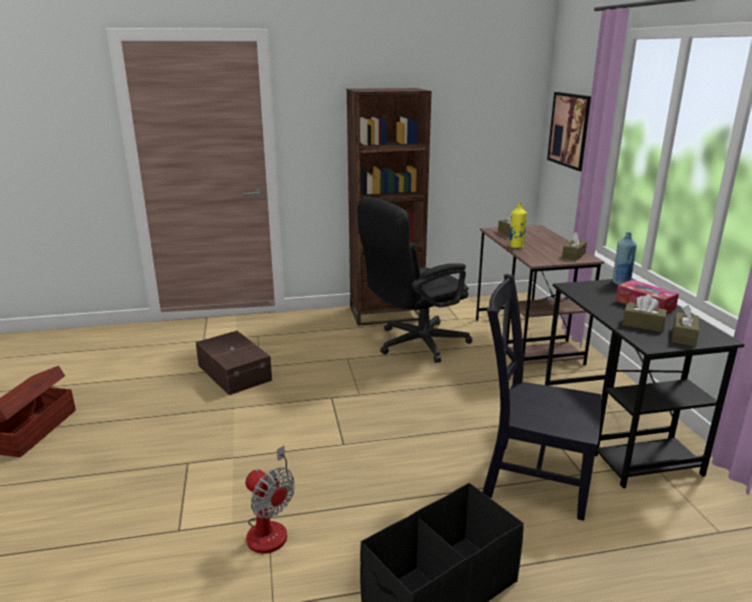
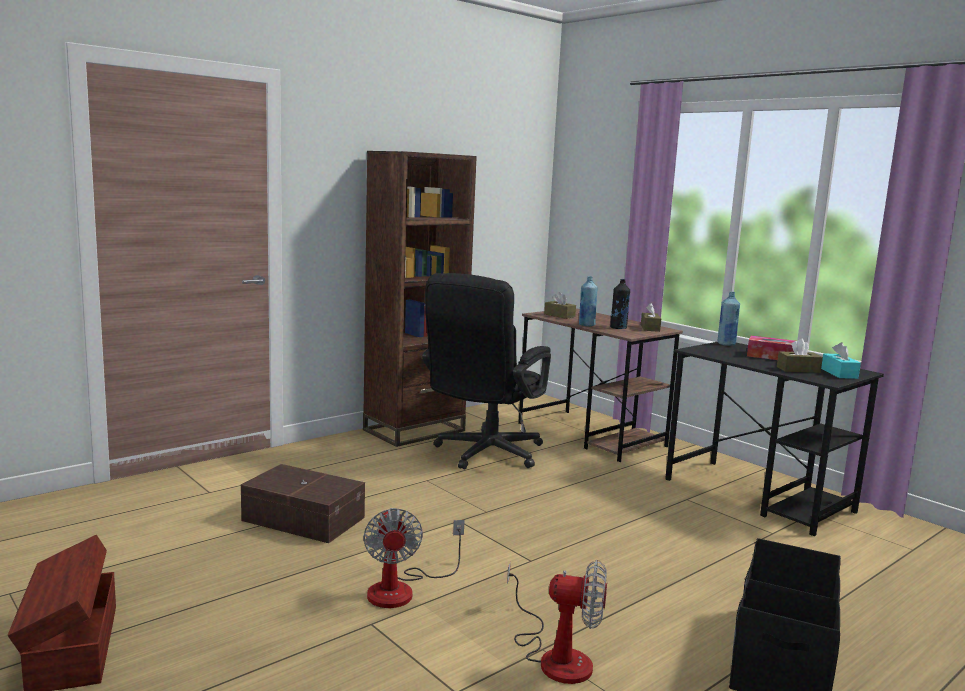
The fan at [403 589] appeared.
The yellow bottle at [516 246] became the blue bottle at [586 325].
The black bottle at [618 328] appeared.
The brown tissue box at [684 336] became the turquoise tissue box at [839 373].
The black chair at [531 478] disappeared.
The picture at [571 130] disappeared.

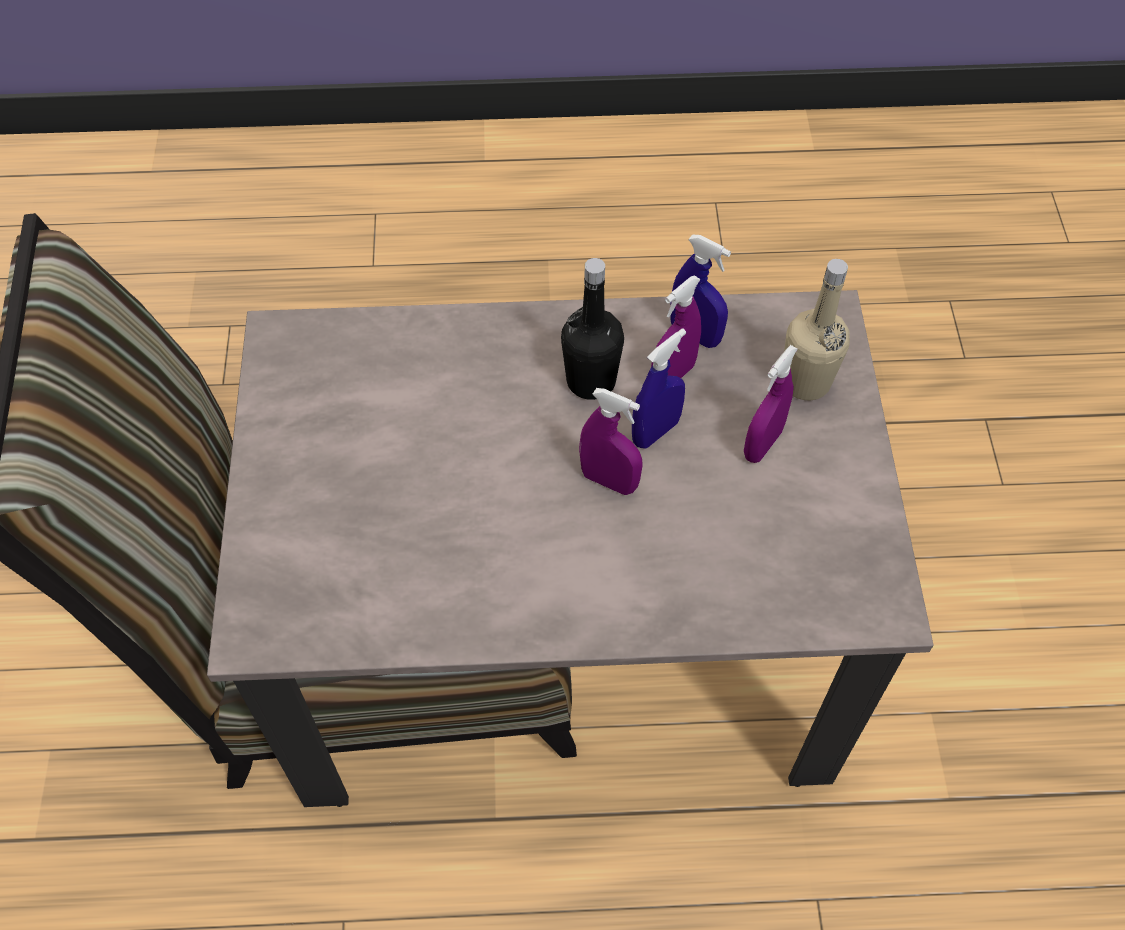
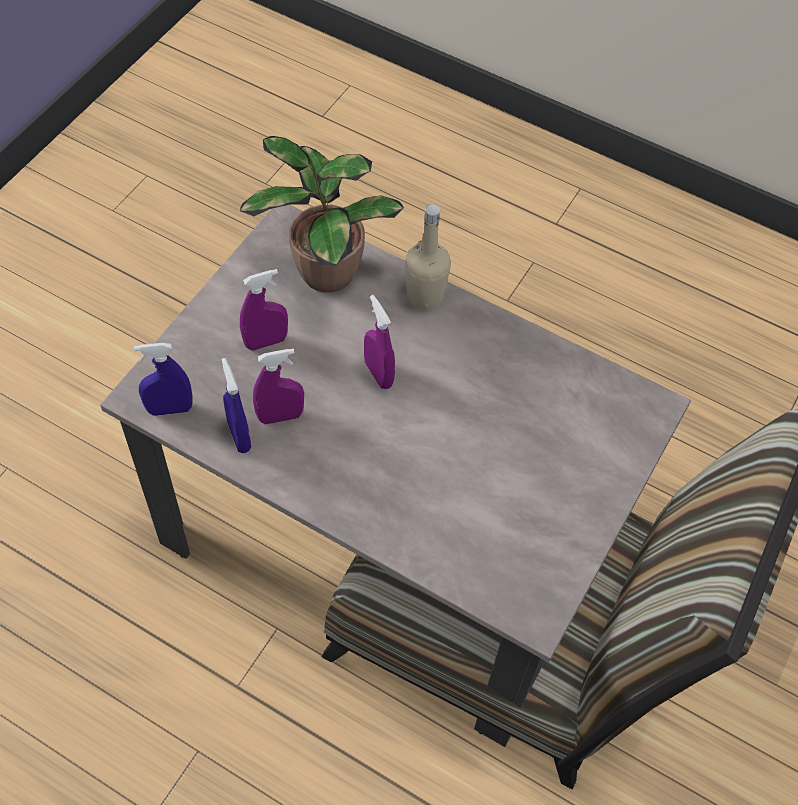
The blue spray bottle moved from [655 432] to [170 409].
The potted plant at [323 271] appeared.
The beige bottle moved from [805 381] to [424 296].
The black bottle at [591 381] disappeared.

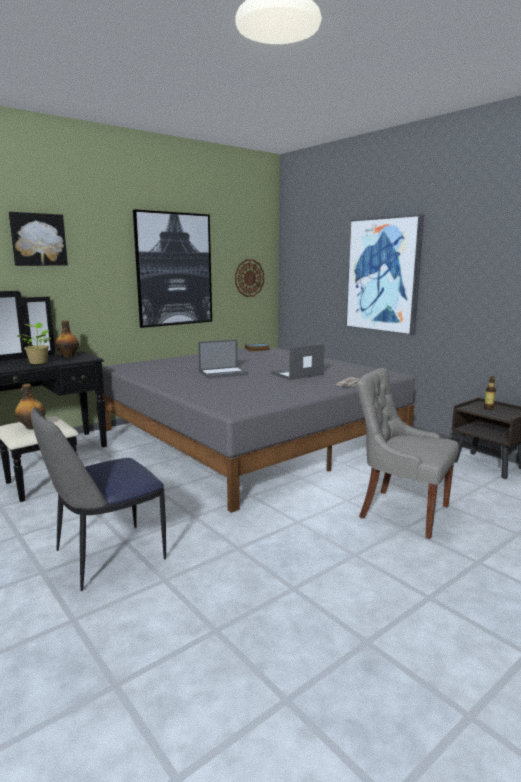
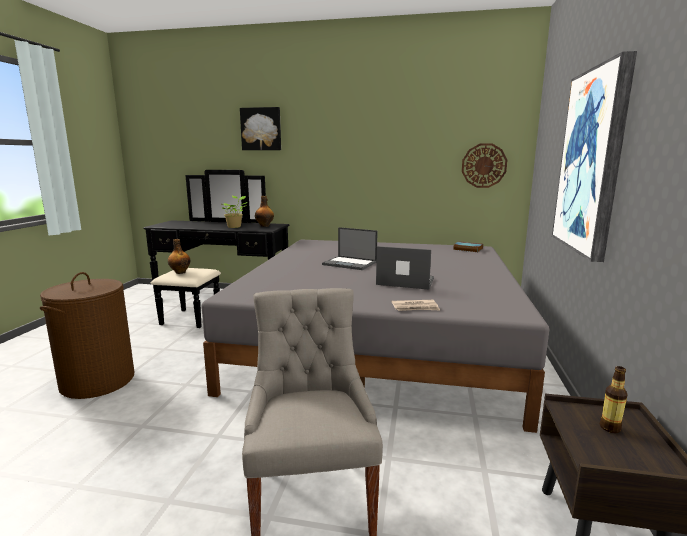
The chair at [106 556] was replaced by the brown laundry basket at [97 381].
The picture at [174 269] disappeared.

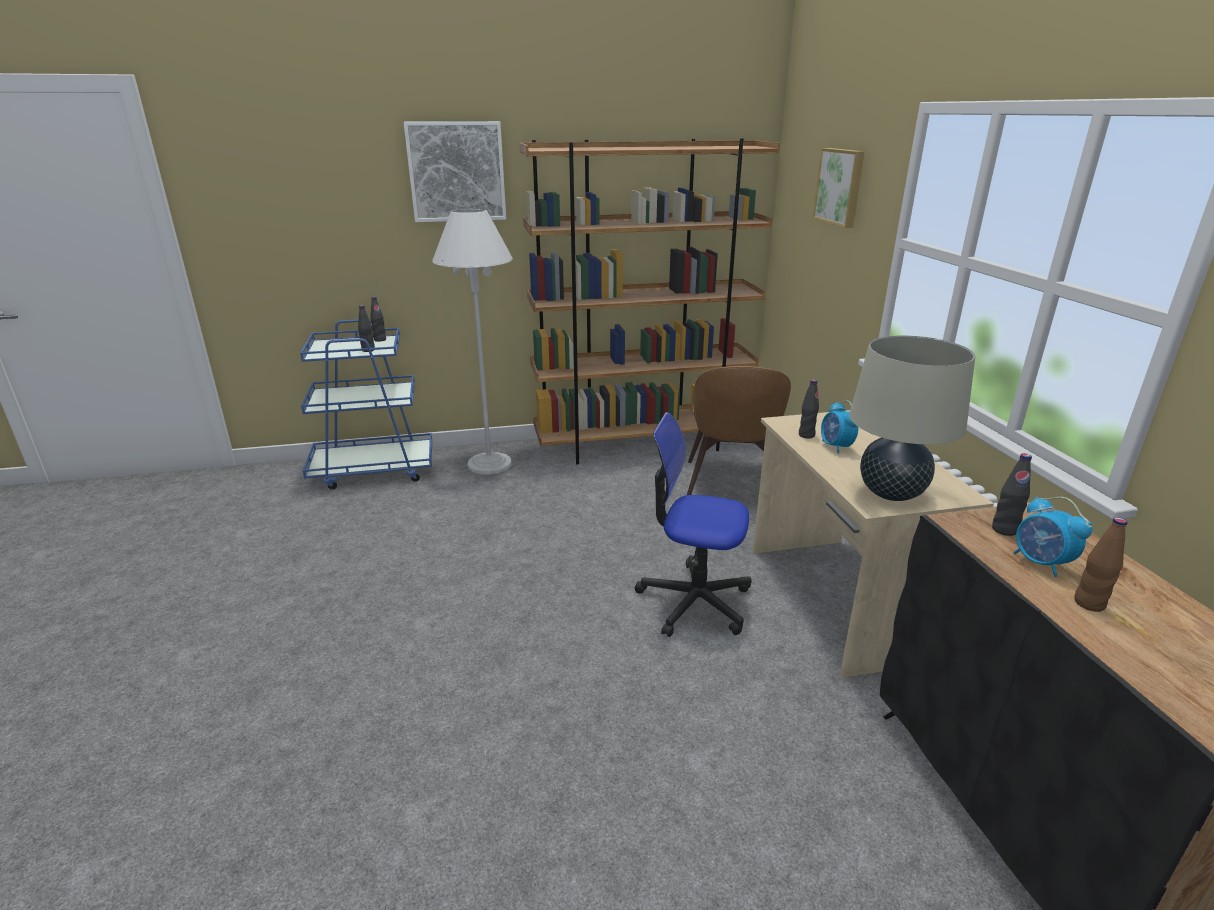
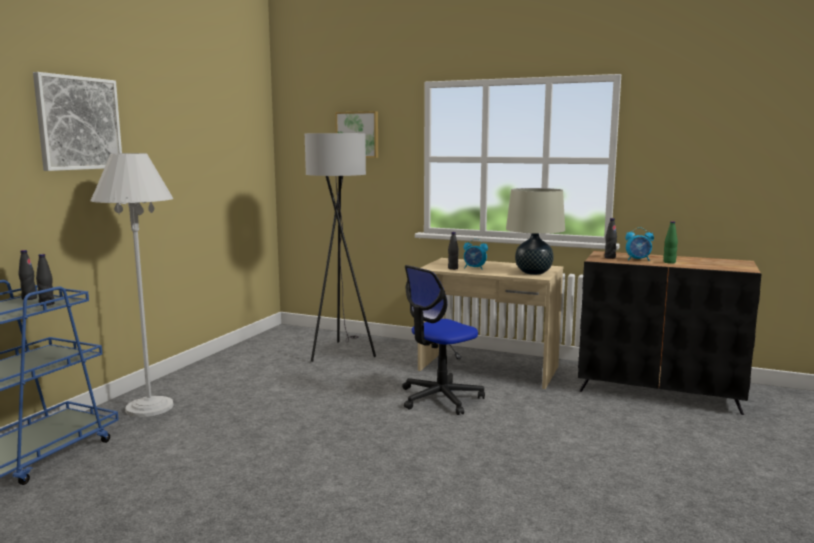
The brown chair at [731 483] was replaced by the grey floor lamp at [340 351].
The brown bottle at [1089 603] became the green bottle at [669 262].
The brown bookcase at [642 444] disappeared.

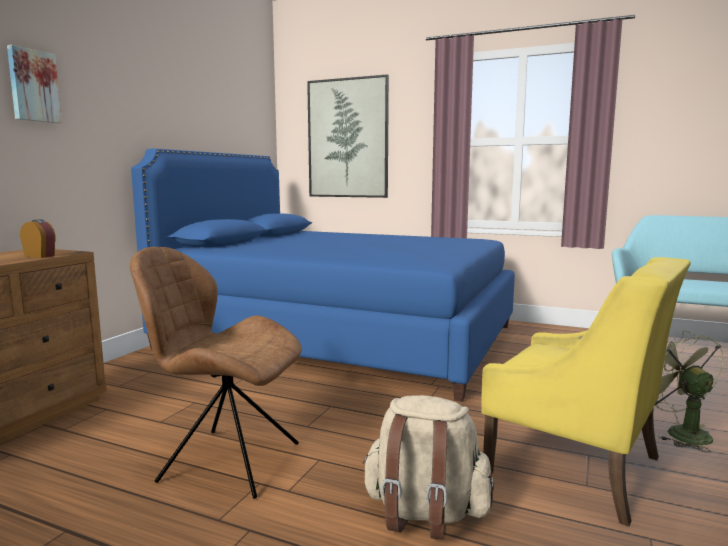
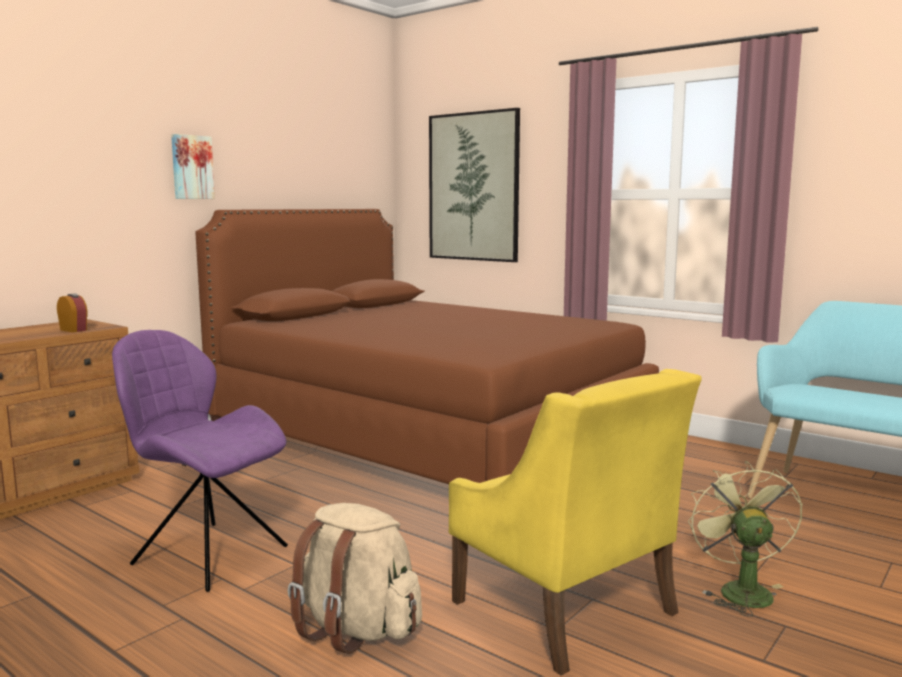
The brown chair at [226 461] became the purple chair at [206 554].
The picture moved from [33 86] to [191 167].
The blue bed at [341 337] became the brown bed at [427 435].

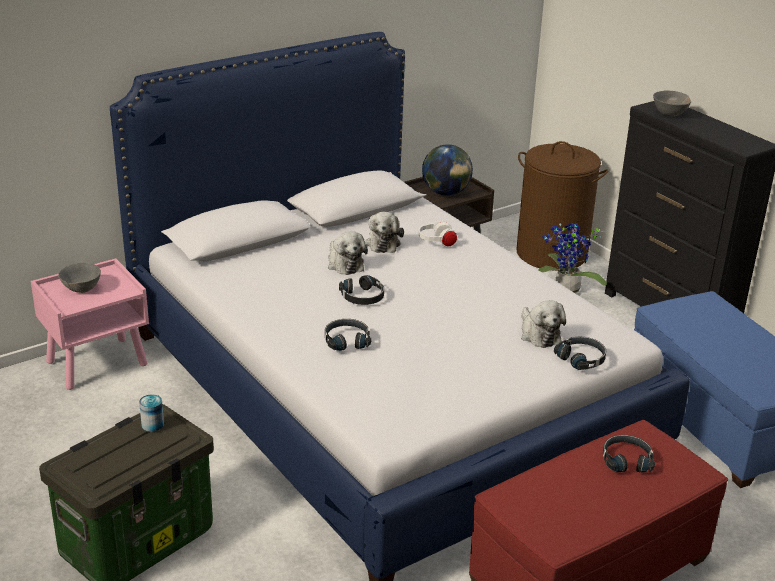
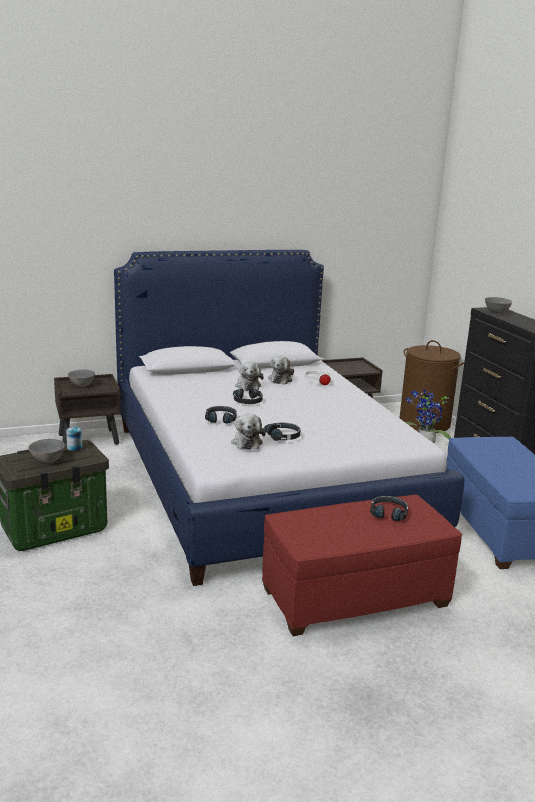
The grey bowl at [47 461] appeared.
The pink nightstand at [98 363] became the brown nightstand at [89 439].
The plush toy moved from [539 334] to [247 442].
The black headphones moved from [581 358] to [283 436].
The globe at [446 193] disappeared.

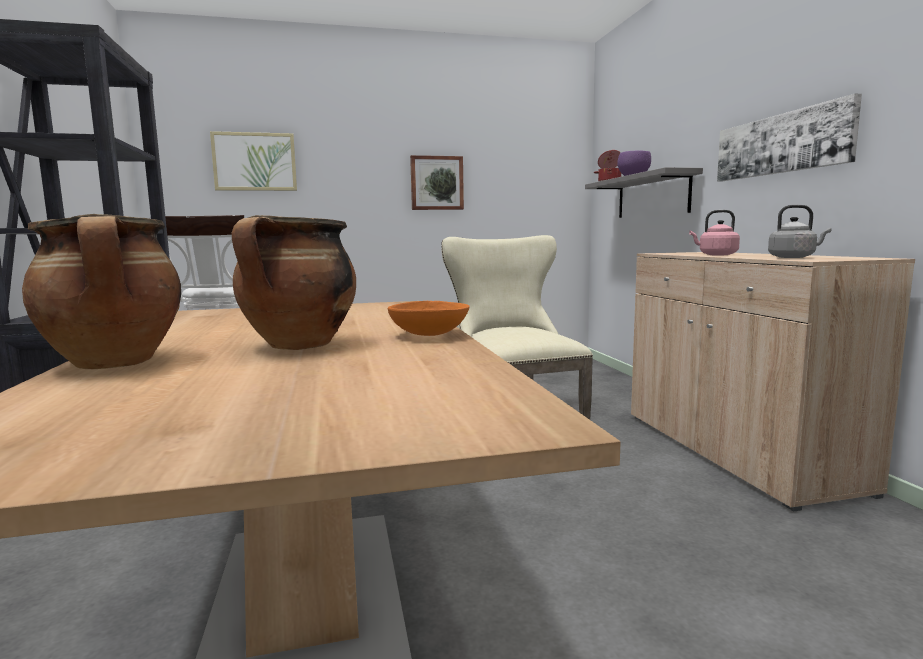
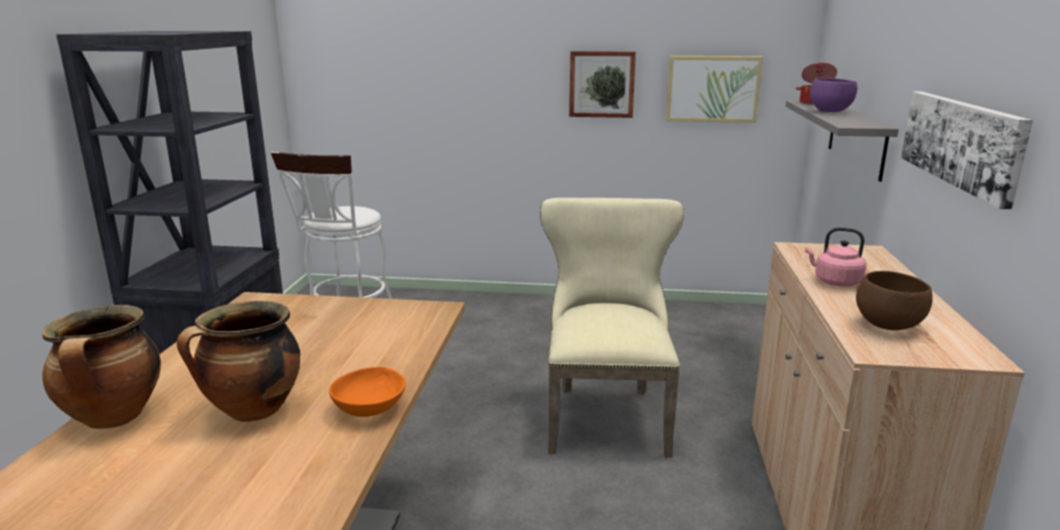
The picture moved from [255 162] to [712 89].
The grey kettle at [794 257] was replaced by the brown bowl at [889 326].

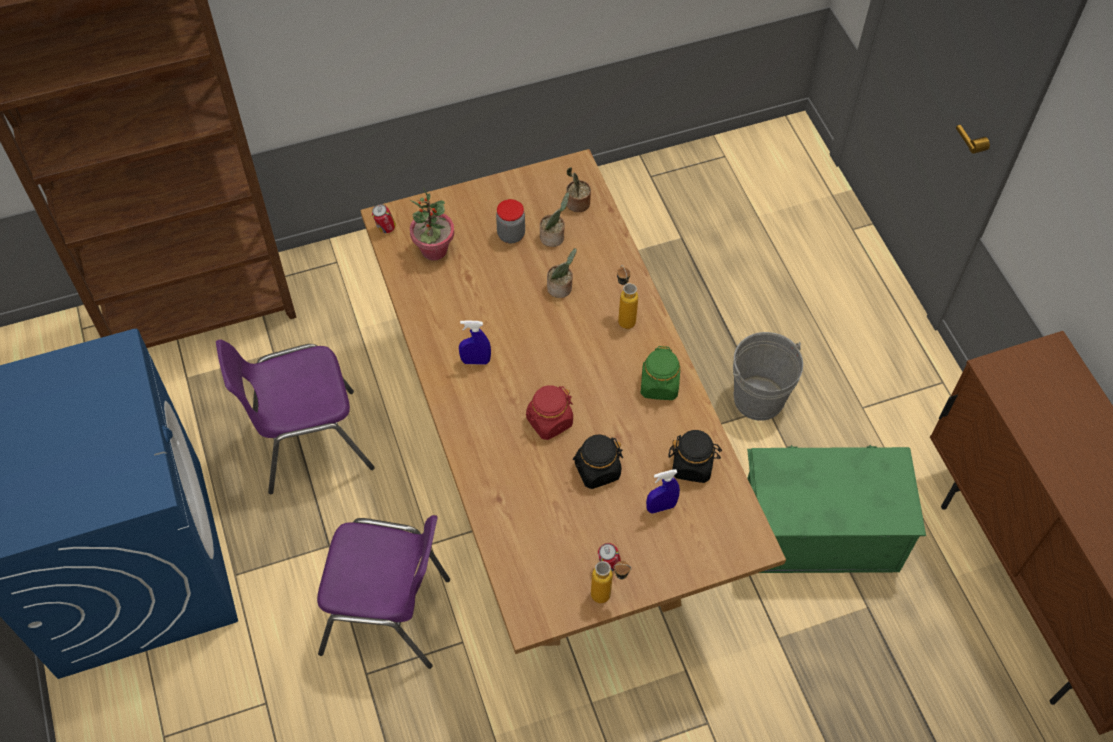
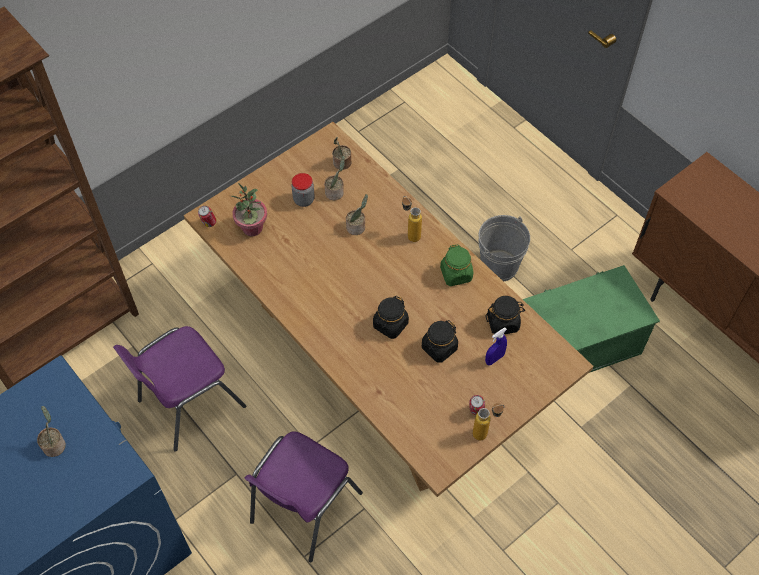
The potted plant at [55 444] appeared.
The purple chair at [389 616] turned 135 degrees clockwise.
The red jar at [549 421] became the black jar at [390 325].
The blue spray bottle at [475 361] disappeared.

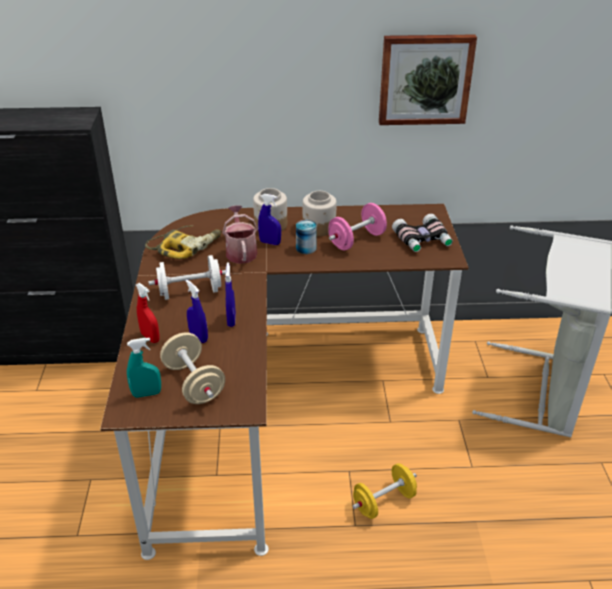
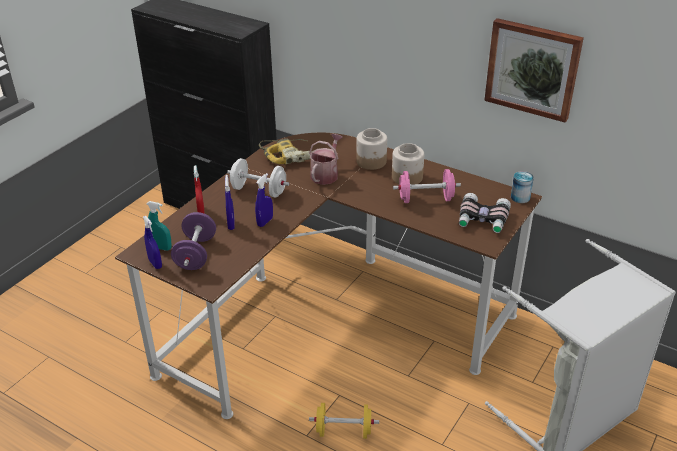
The blue spray bottle moved from [270 242] to [155 264].
The beige dumbbell at [194 383] became the purple dumbbell at [196 254].
The can moved from [306 248] to [520 197].

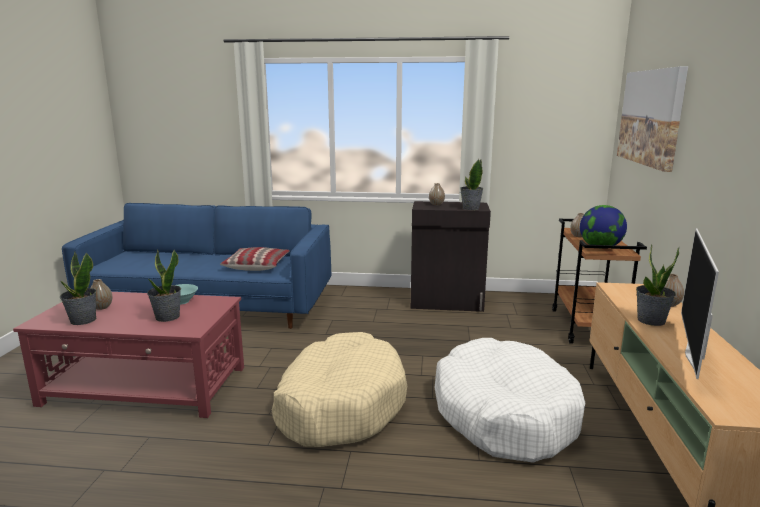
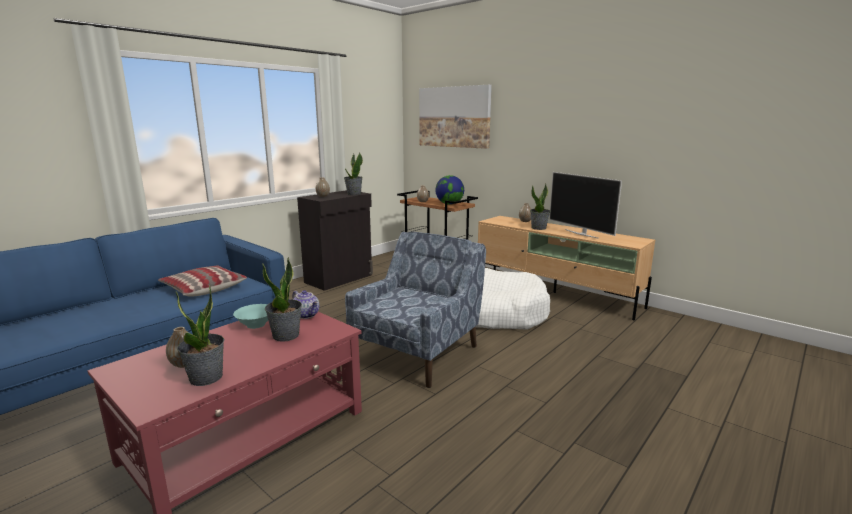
The teapot at [307 315] appeared.
The beige dog bed at [340 404] was replaced by the blue armchair at [418 353].

